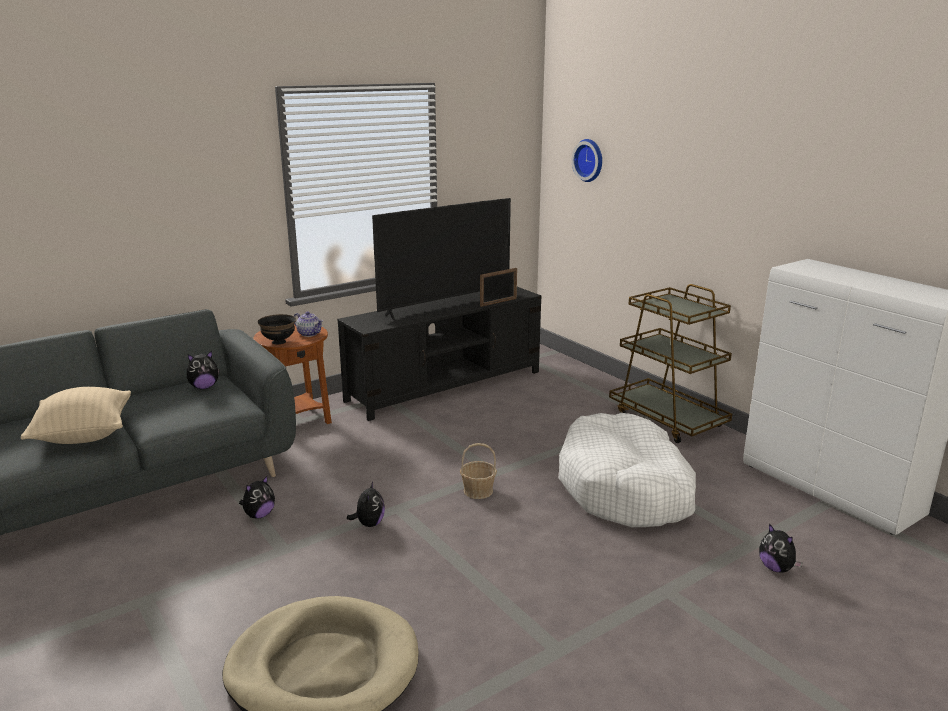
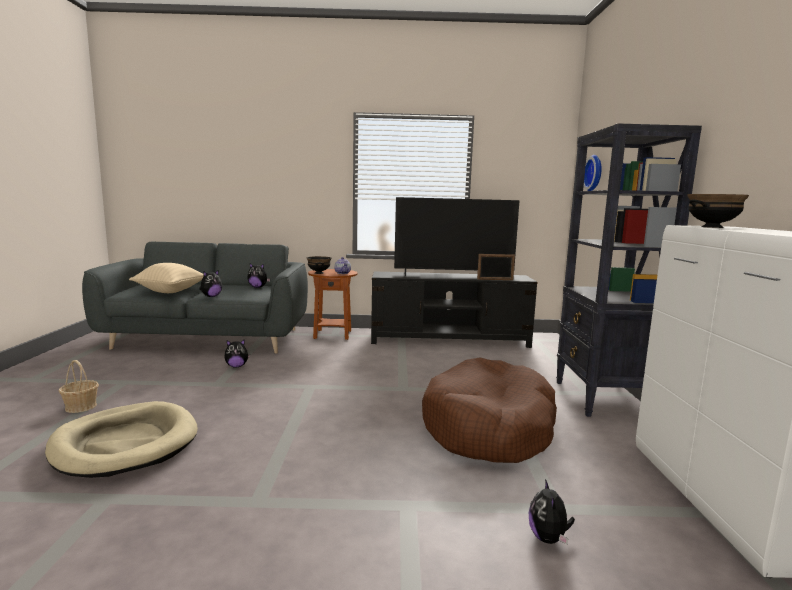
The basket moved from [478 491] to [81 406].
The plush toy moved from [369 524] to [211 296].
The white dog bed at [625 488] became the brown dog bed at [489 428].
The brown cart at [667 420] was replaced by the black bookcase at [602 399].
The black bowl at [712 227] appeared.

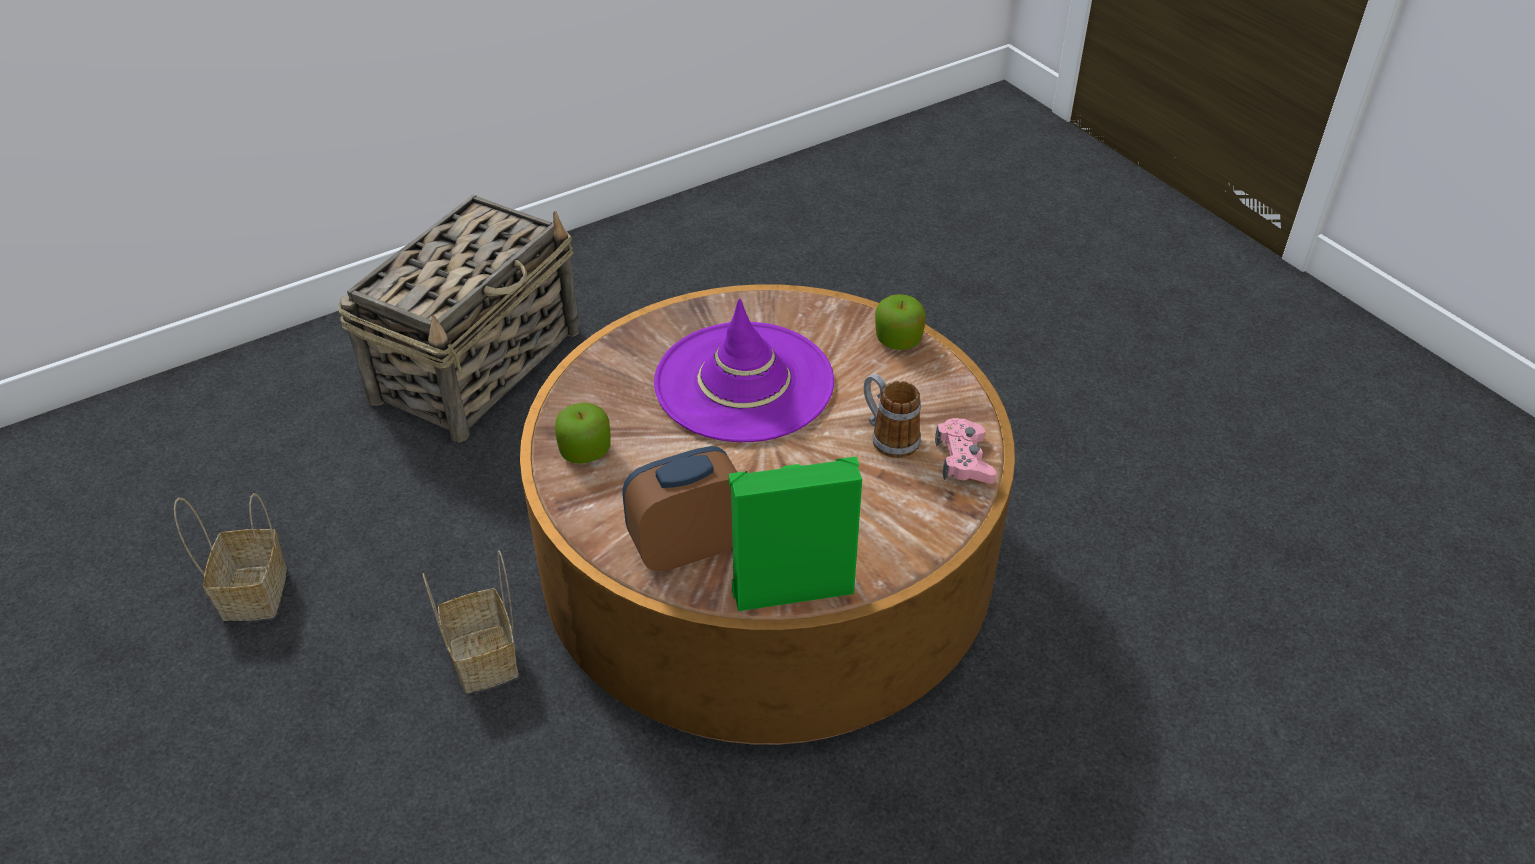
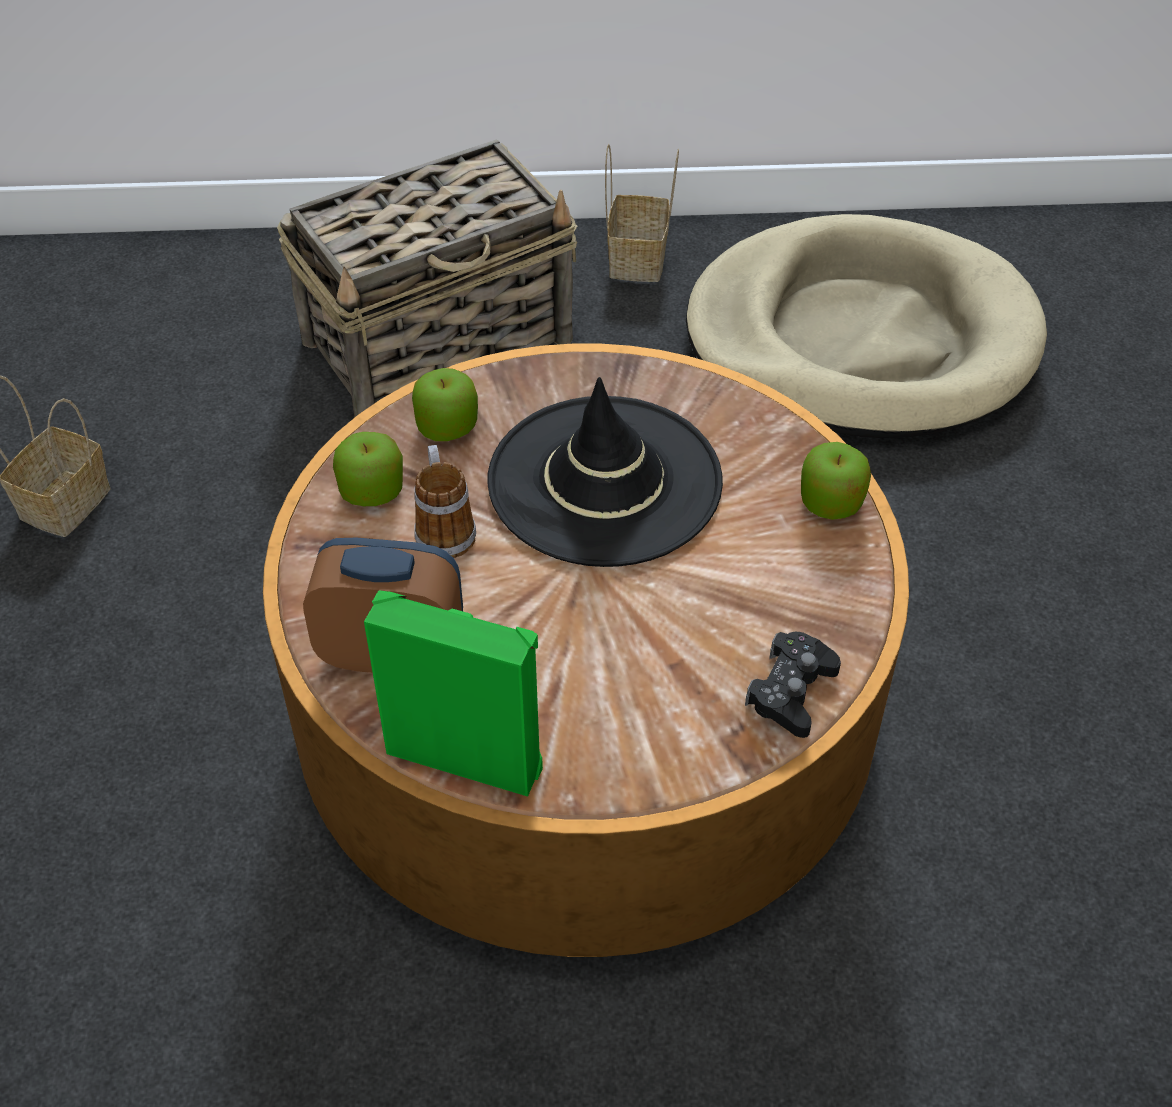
The apple at [447 426] appeared.
The mug moved from [888 437] to [443 528].
The purple hat at [744 382] became the black hat at [605 481].
The basket moved from [486 660] to [638 261].
The beige dog bed at [861 338] appeared.
The pink game controller at [964 459] became the black game controller at [791 691].

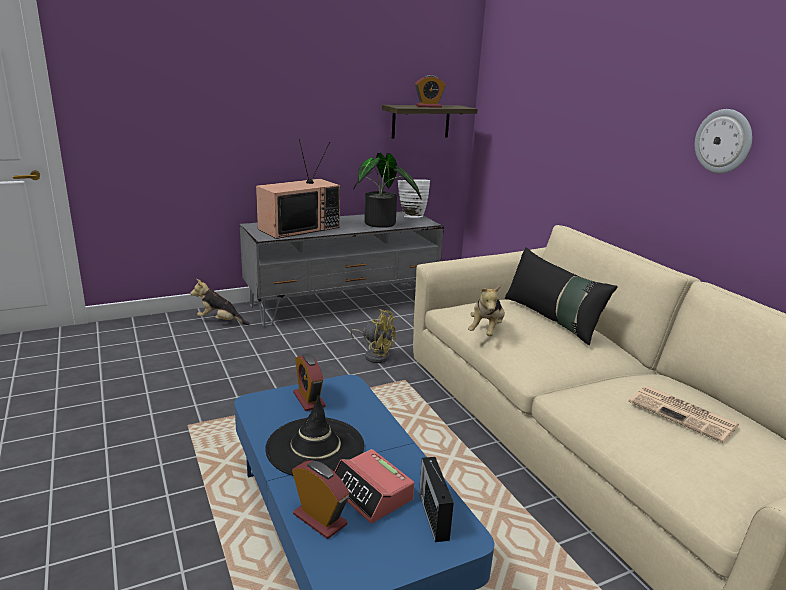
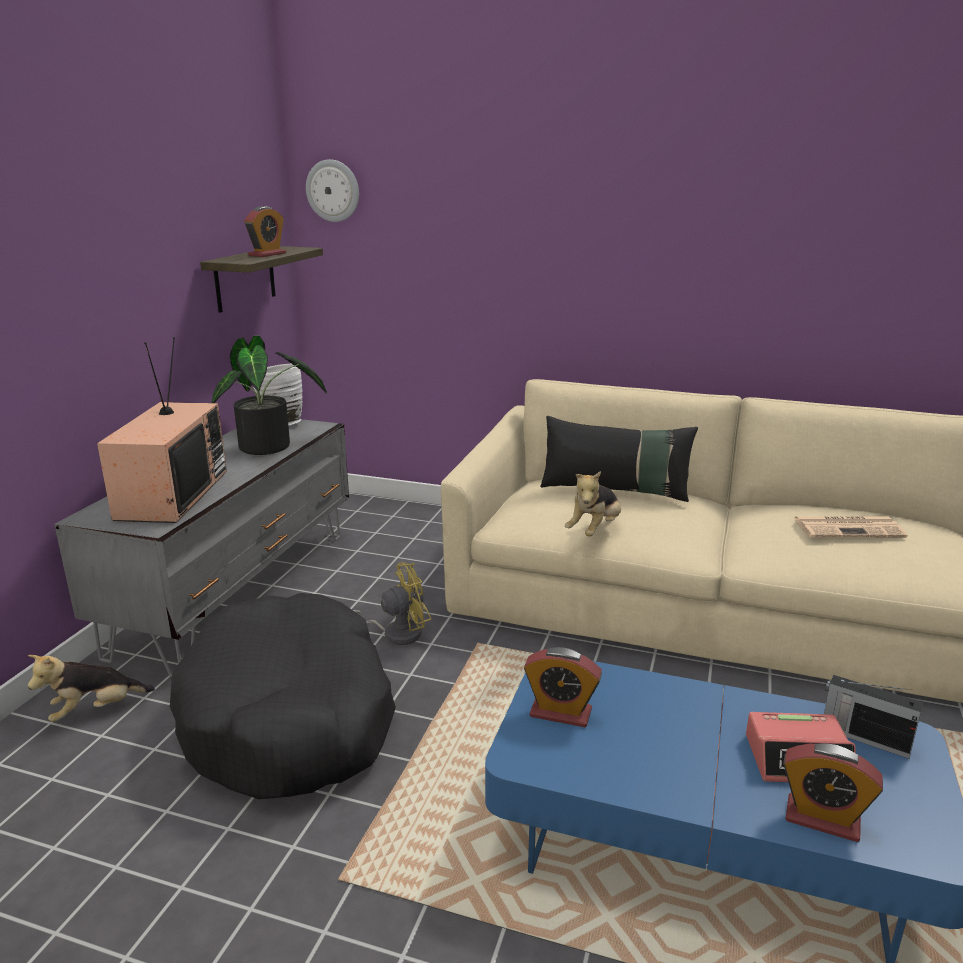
The black dog bed at [290 718] appeared.
The wall clock moved from [723 141] to [333 191].
The plush toy at [486 331] turned 60 degrees clockwise.
The alarm clock at [320 519] turned 150 degrees counterclockwise.
The black hat at [315 447] disappeared.

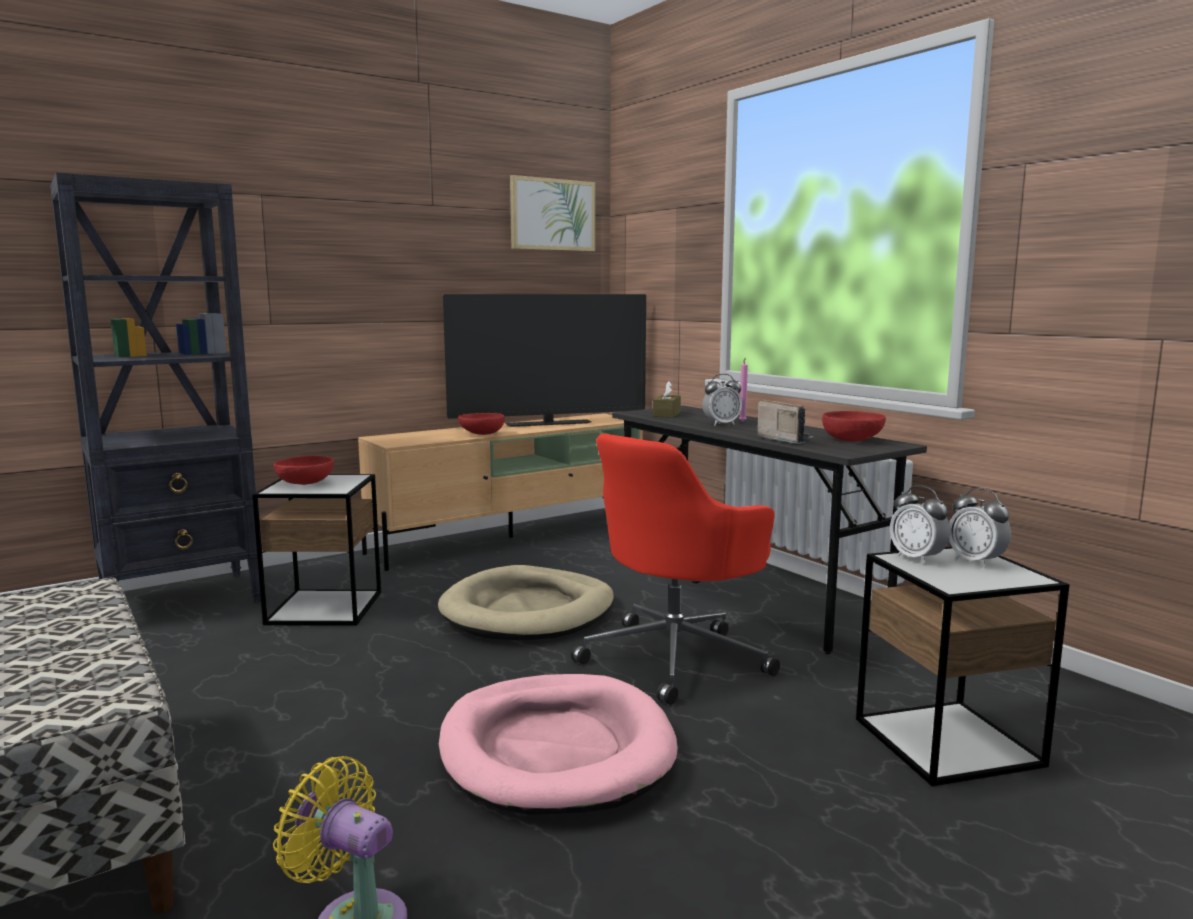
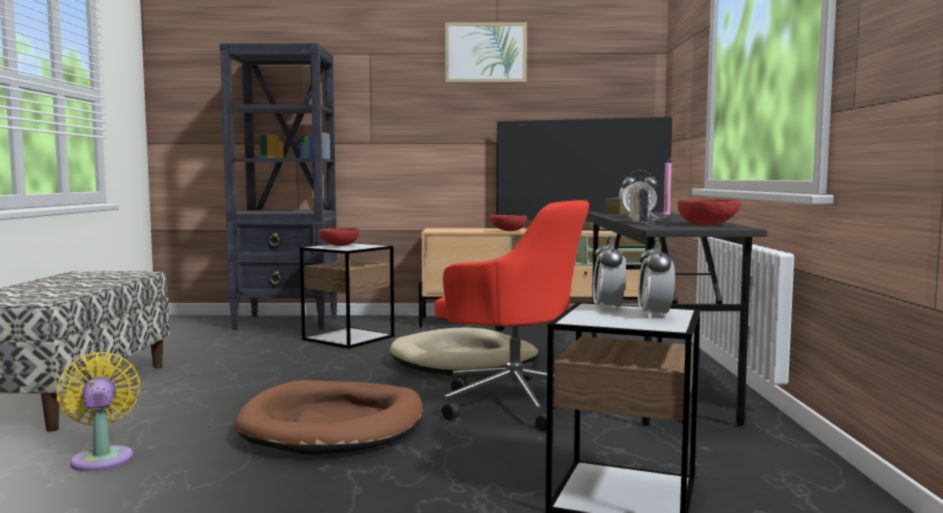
The pink dog bed at [556 750] became the brown dog bed at [334 425].
The red office chair at [676 657] turned 135 degrees counterclockwise.
The picture moved from [552 215] to [485 53].

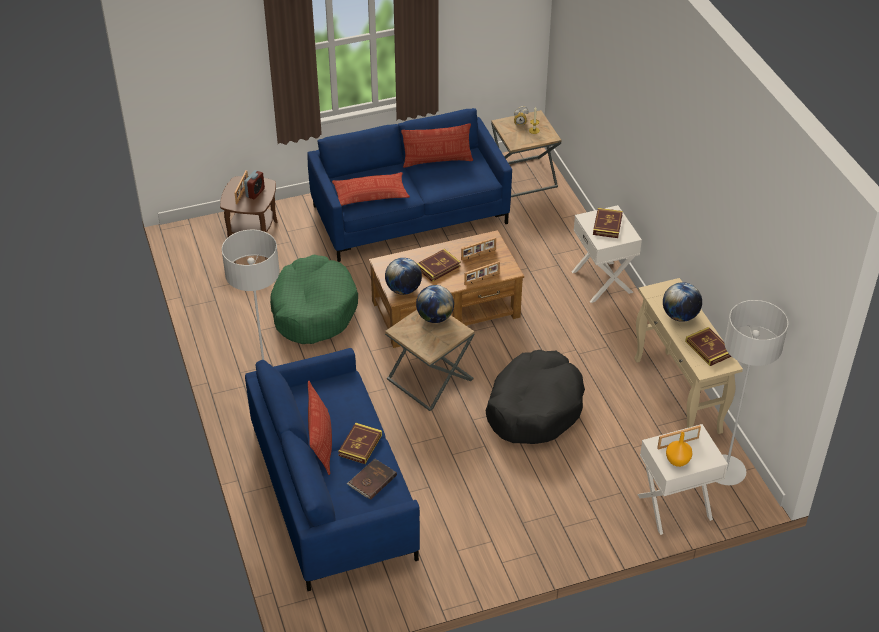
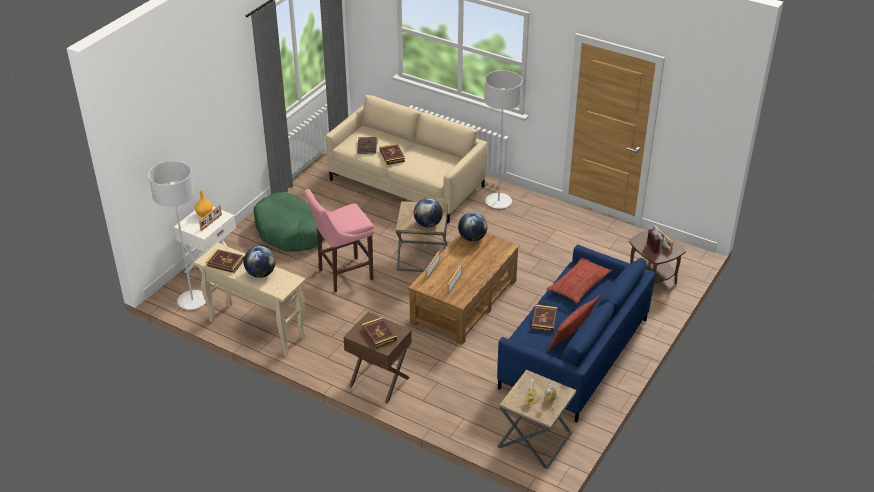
The green dog bed moved from [313 310] to [291 231].
The black dog bed at [534 407] was replaced by the pink stool at [343 275].
The blue sofa at [333 491] became the beige sofa at [406 183].
The white nightstand at [603 281] became the brown nightstand at [379 382].
The book moved from [438 267] to [544 320].
The pillow at [321 442] disappeared.

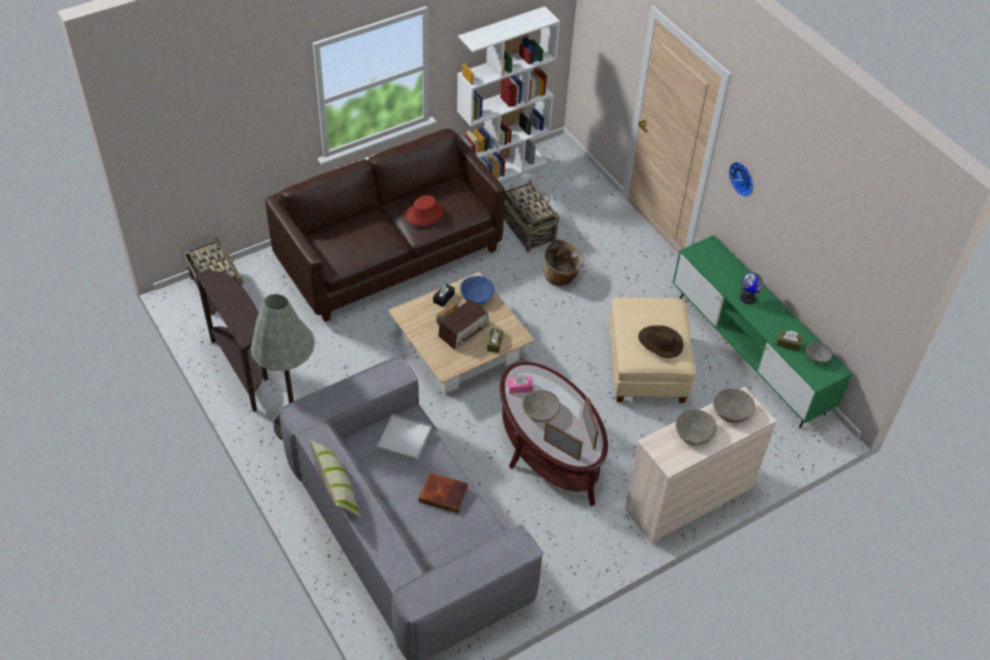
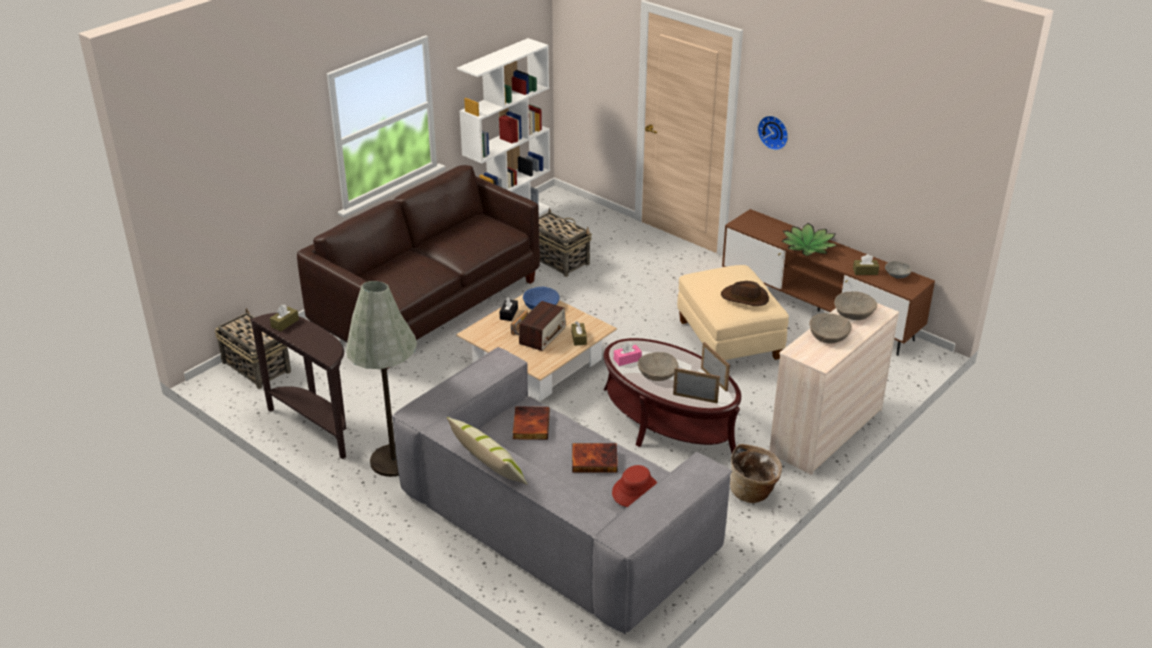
The brown tissue box at [285 323] appeared.
The white tray at [404 439] was replaced by the book at [530 425].
The red hat moved from [424 214] to [635 491].
The green tv stand at [748 354] became the brown tv stand at [818 311].
The basket moved from [561 277] to [753 492].
The globe at [747 298] was replaced by the potted plant at [808 246].

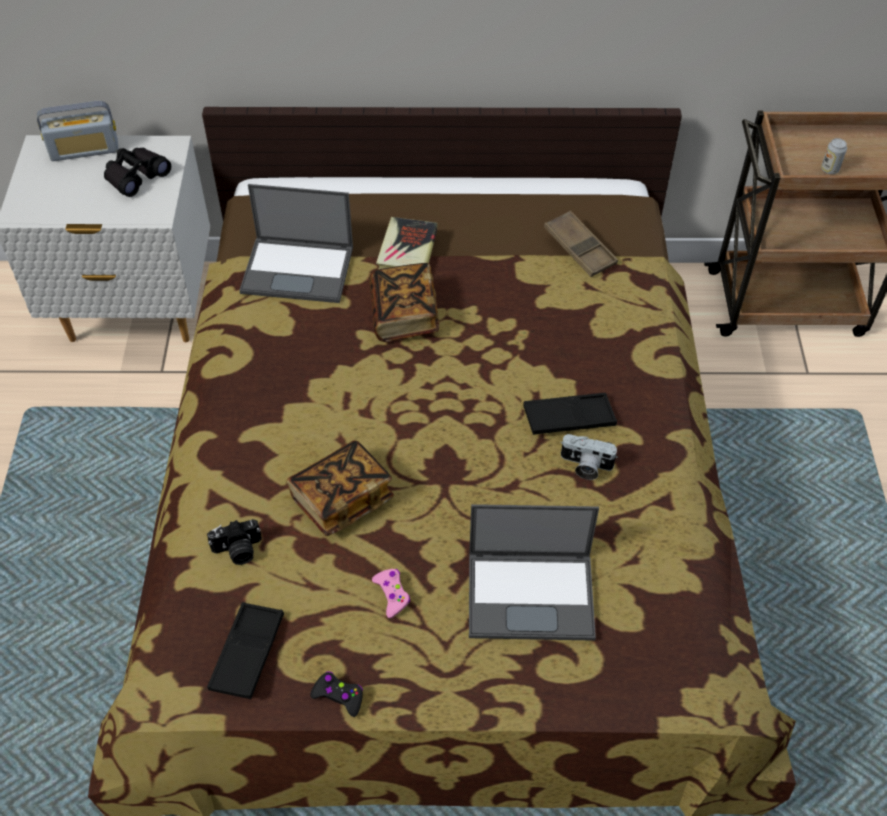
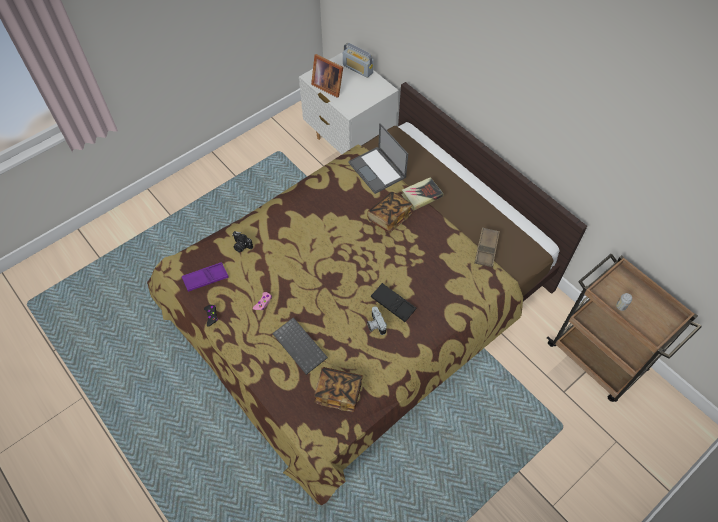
The black tray at [247 653] became the purple tray at [205 278].
The laptop at [532 594] was replaced by the keyboard at [301 346].
The picture frame at [328 86] appeared.
The book moved from [341 499] to [338 392].
The black binoculars at [136 176] disappeared.

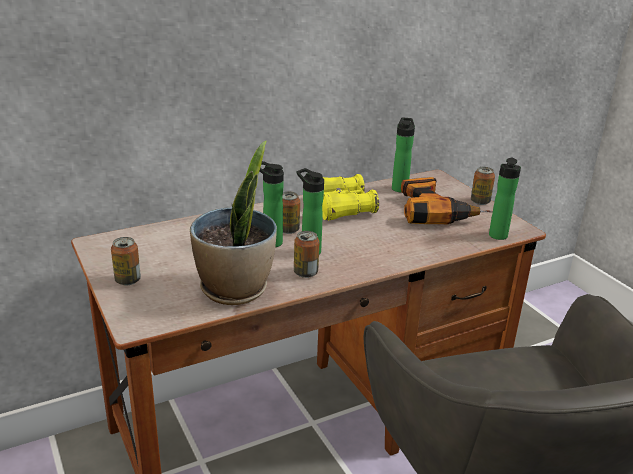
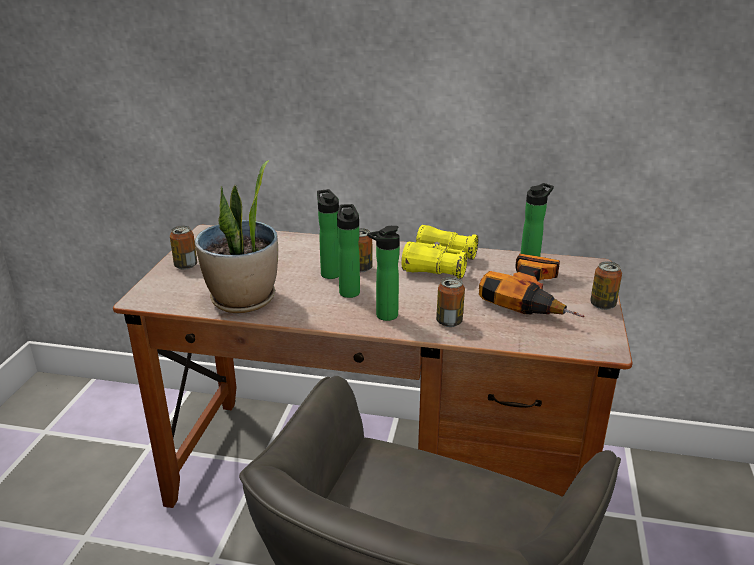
The bottle moved from [498 237] to [384 316].
The can moved from [305 273] to [449 322].

